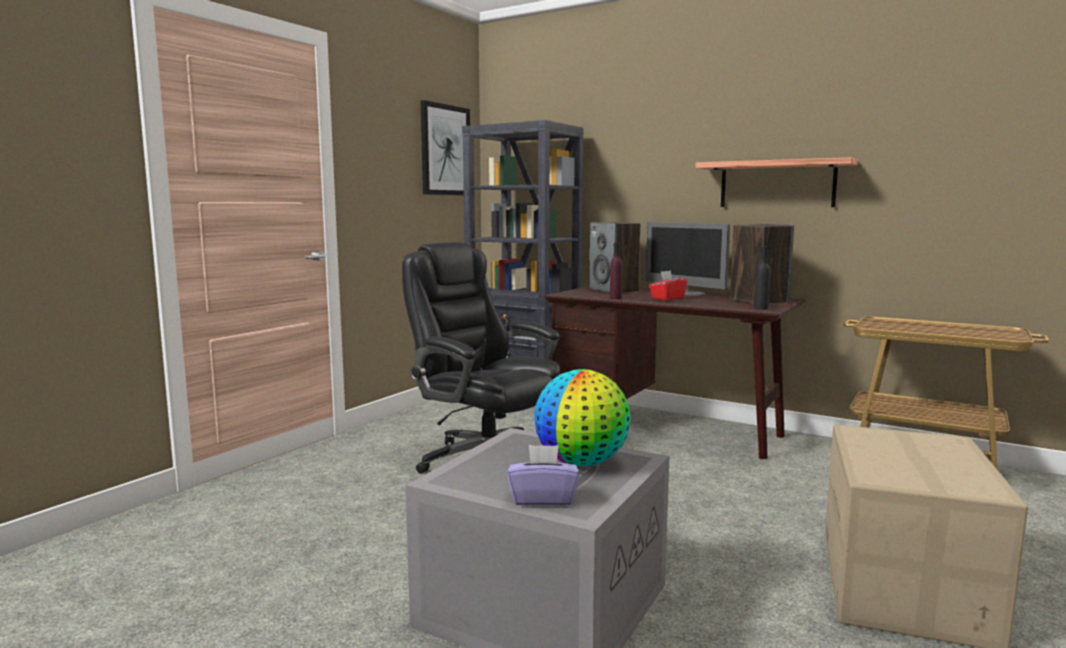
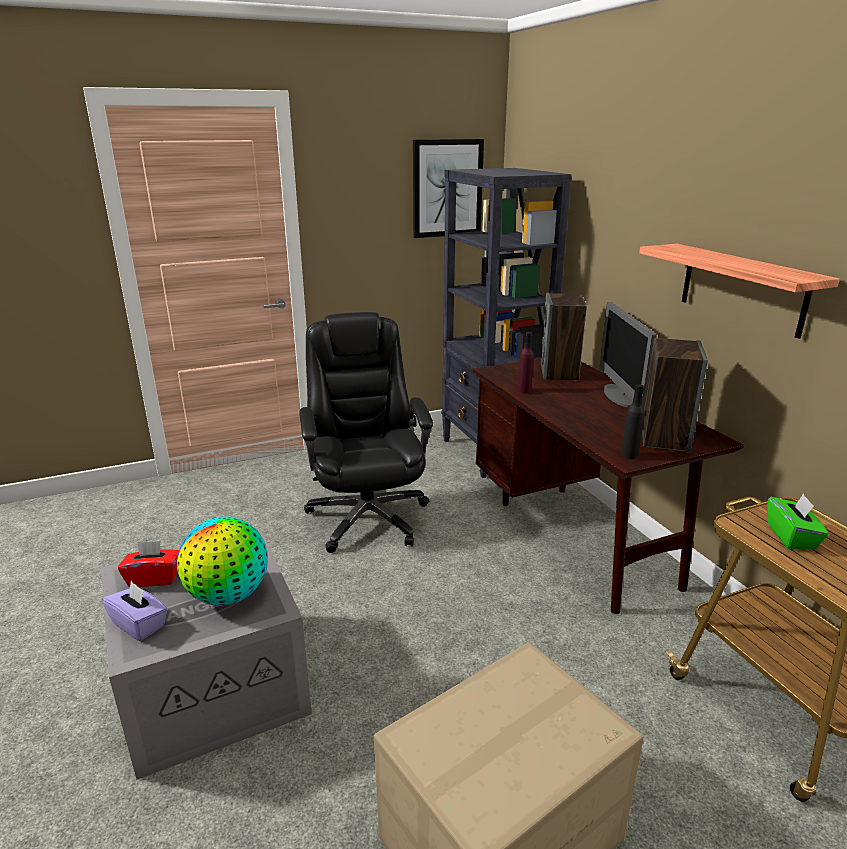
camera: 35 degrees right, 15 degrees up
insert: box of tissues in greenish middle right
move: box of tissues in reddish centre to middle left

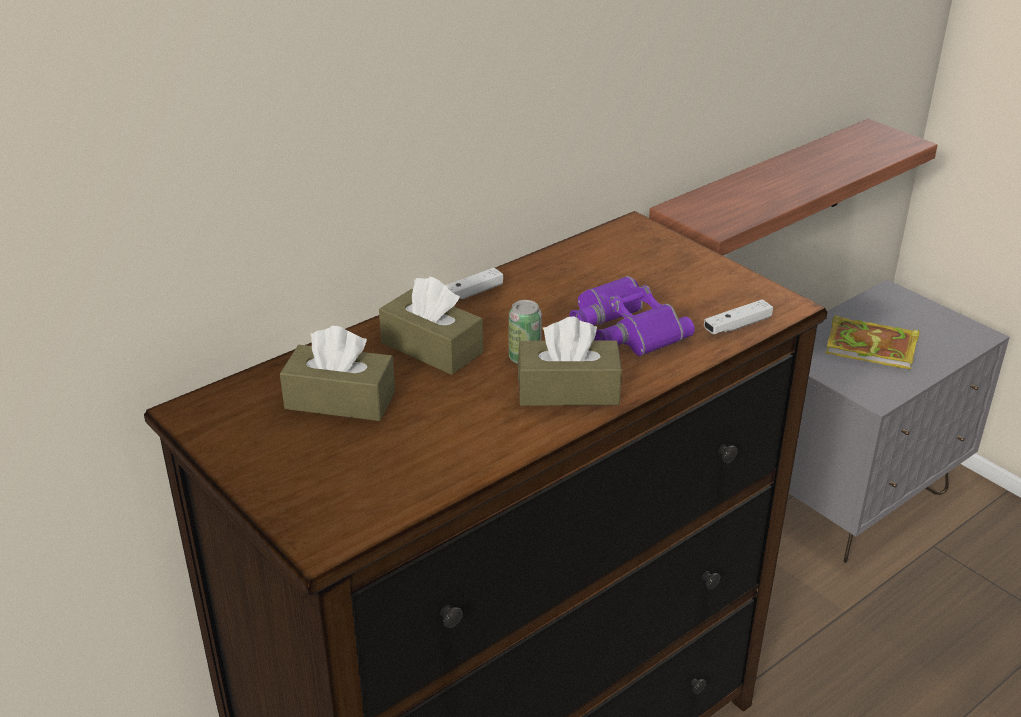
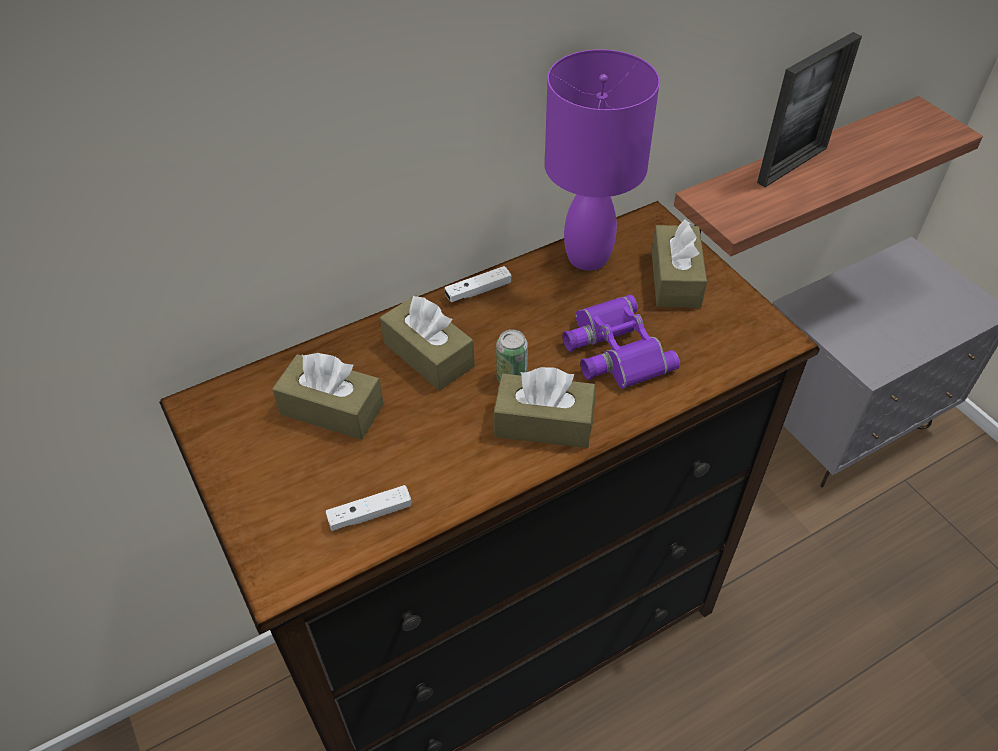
camera: 10 degrees right, 15 degrees up
delete: volume middle right
insert: picture frame top right; tabletop lamp in purple-coloured top centre; box of tissues in brown-coloured (4th from left) middle right
move: joypad in white-coloured (2nd from left in the first image) middle right to joypad in white-coloured (1st from left) bottom centre

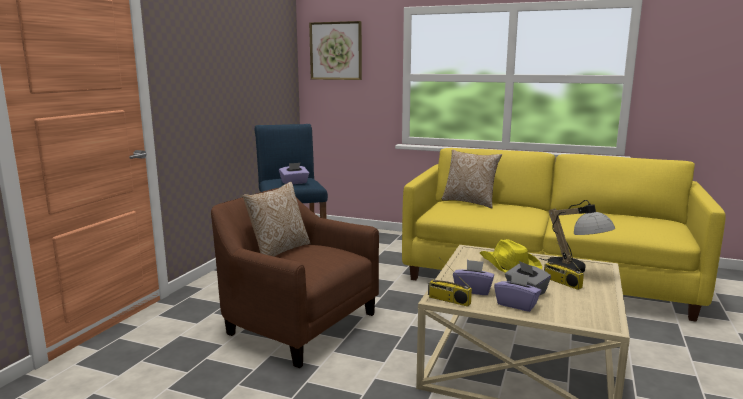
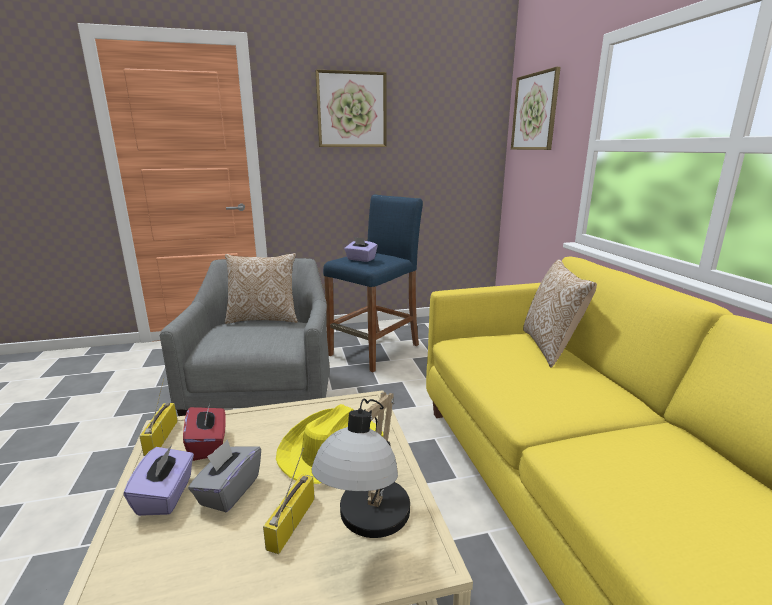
camera: 55 degrees right, 5 degrees up
insert: picture (1st from left) top centre
recolor: lounge chair in brown-coloured bottom centre to lounge chair in greyish middle left; box of tissues in purple-coloured (2nd from left) bottom centre to box of tissues in reddish bottom left

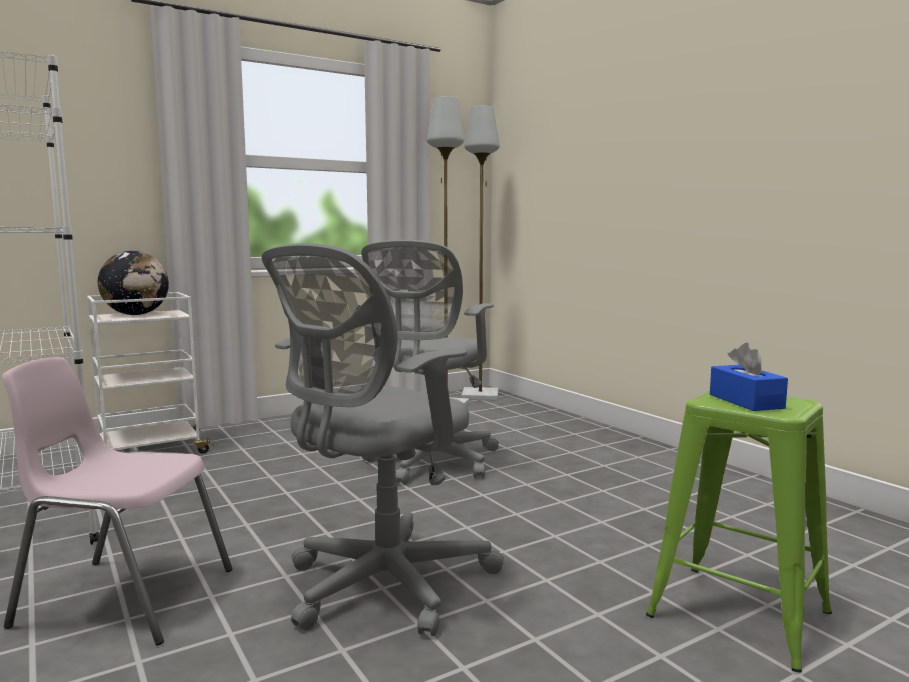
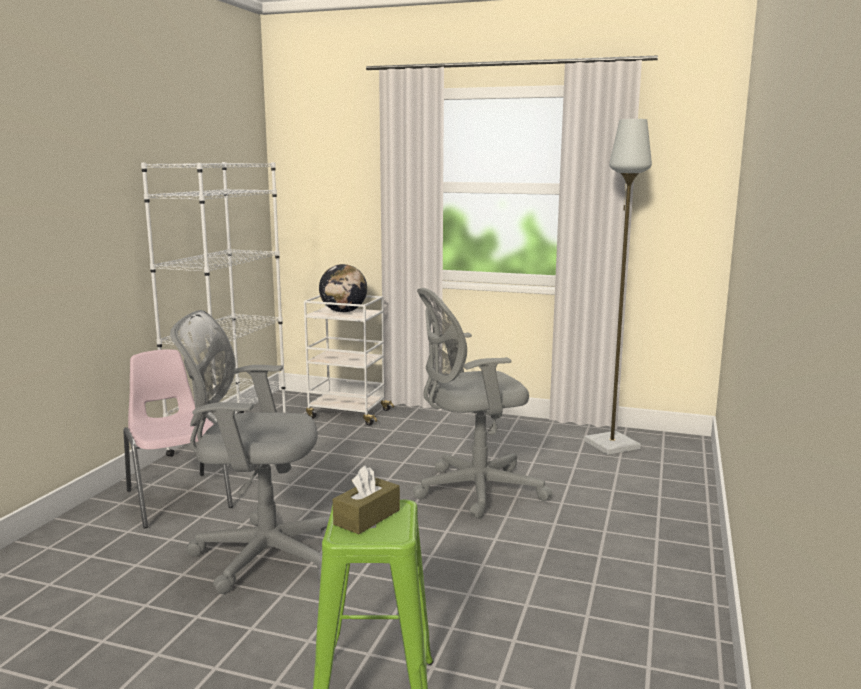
camera: 50 degrees right, 5 degrees up
delete: standing lamp in greyish (2nd from left) centre
recolor: box of tissues in bluish middle right to box of tissues in brown-coloured bottom centre

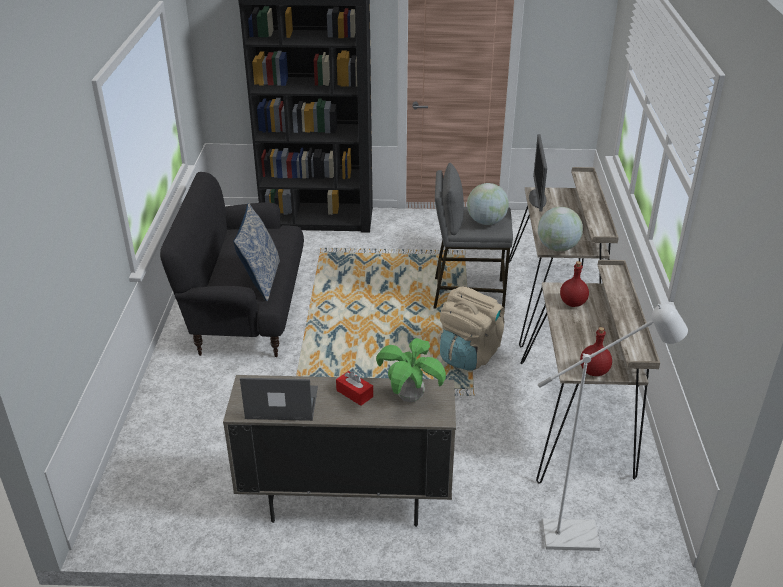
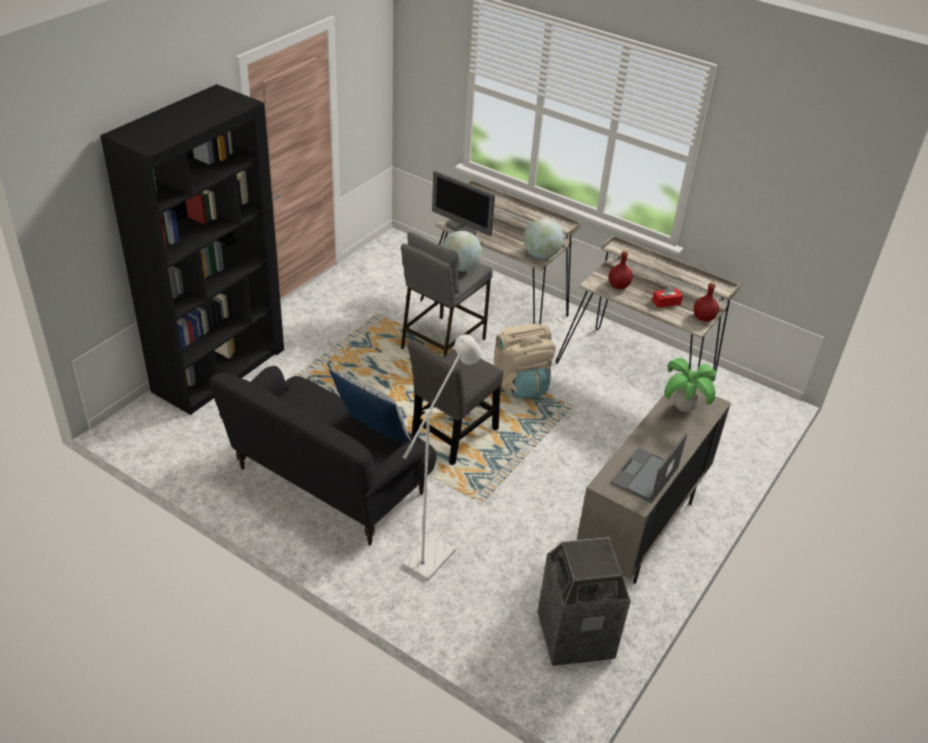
camera: 60 degrees left, 5 degrees up
insert: chair in greyish centre; trash can bottom centre
move: standing lamp in white-coloured bottom right to centre; box of tissues in reddish centre to middle right

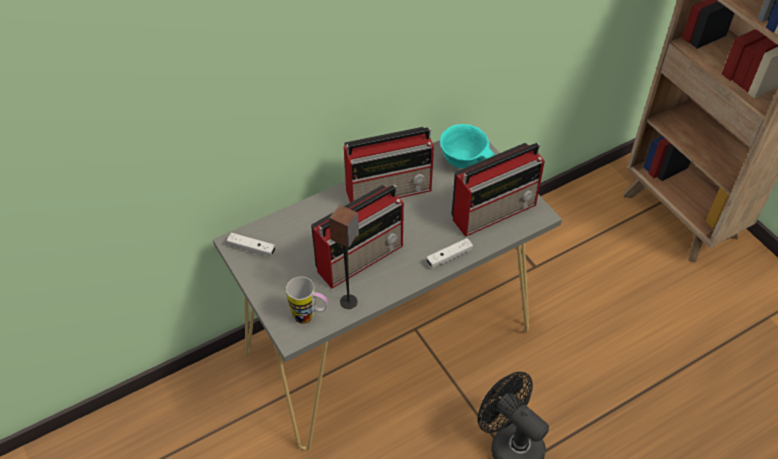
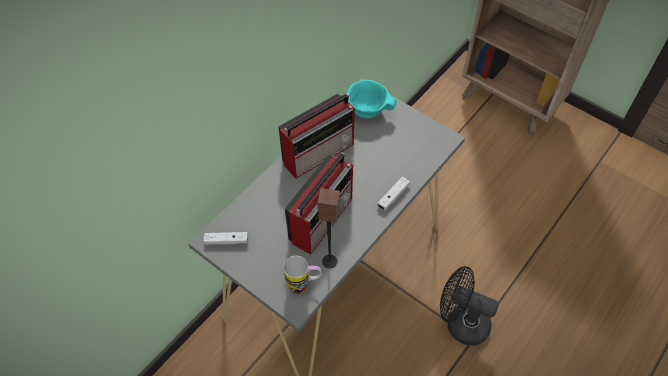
camera: 20 degrees left, 5 degrees up
delete: radio receiver (3rd from left) centre

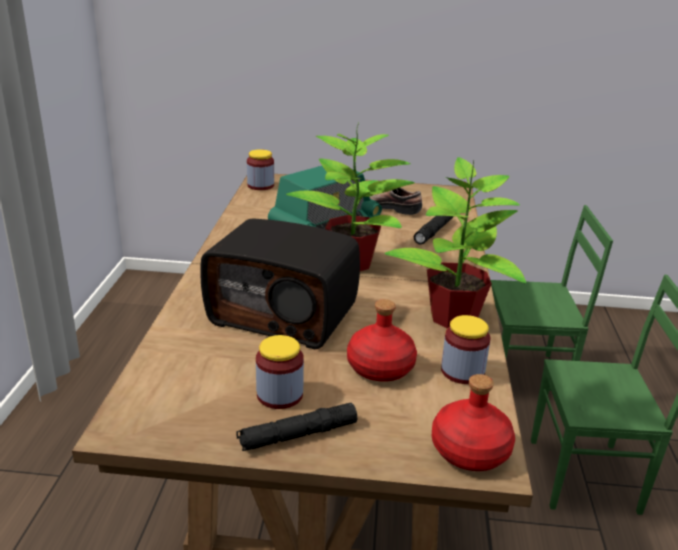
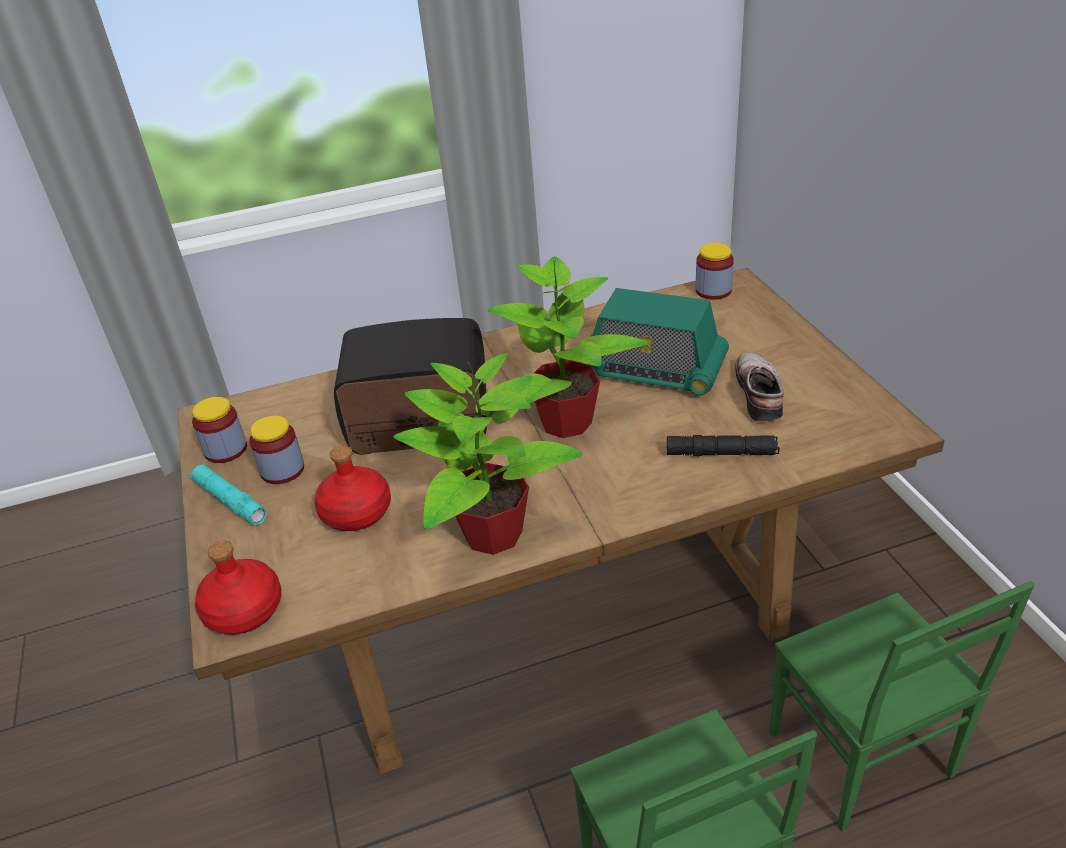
camera: 70 degrees right, 10 degrees up
move: jar (3rd from left in the first image) middle right to jar (1st from left) middle left
recolor: hand torch in black-coloured (1st from left) bottom centre to hand torch in blue-green middle left
rotate: radio receiver (1st from left) centre = centre 90 degrees clockwise

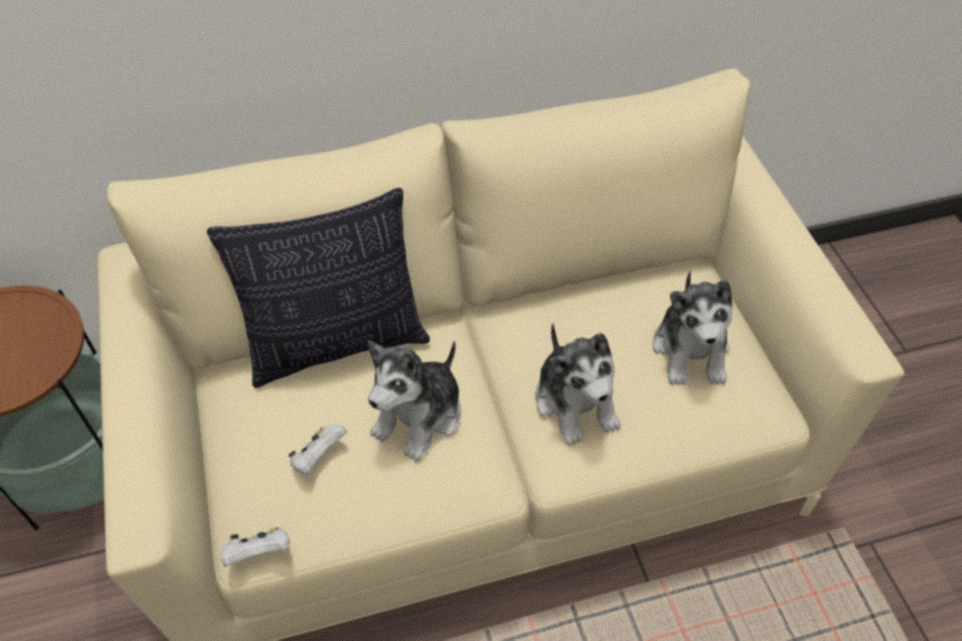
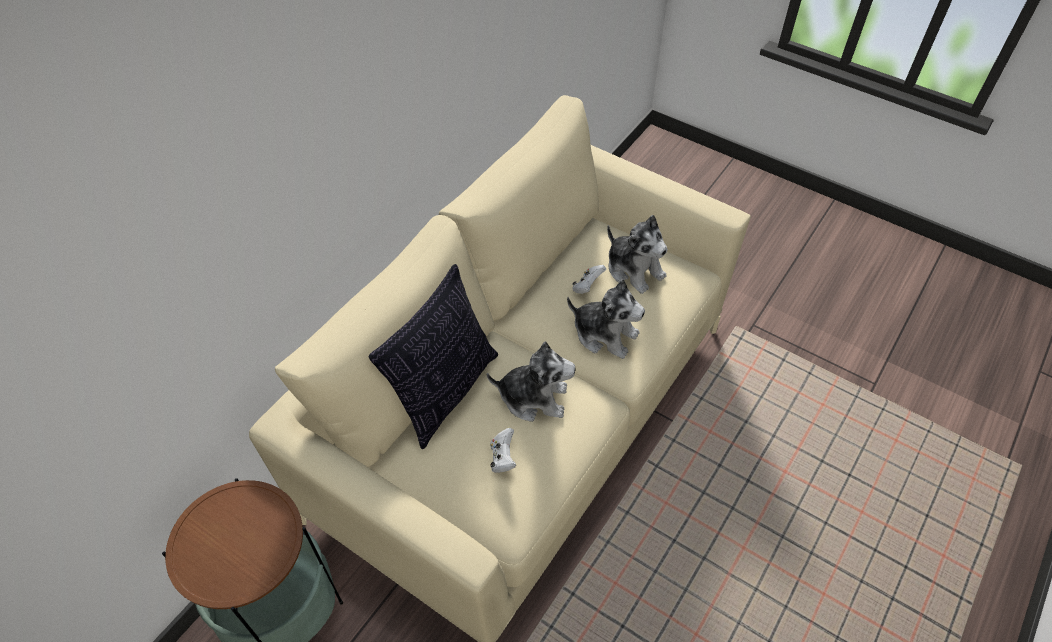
camera: 40 degrees left, 0 degrees up
move: joypad in white-coloured (1st from left in the first image) bottom left to joypad in white-coloured (2nd from left) centre
rotate: cuddly toy (1st from left) centre = centre 75 degrees counterclockwise

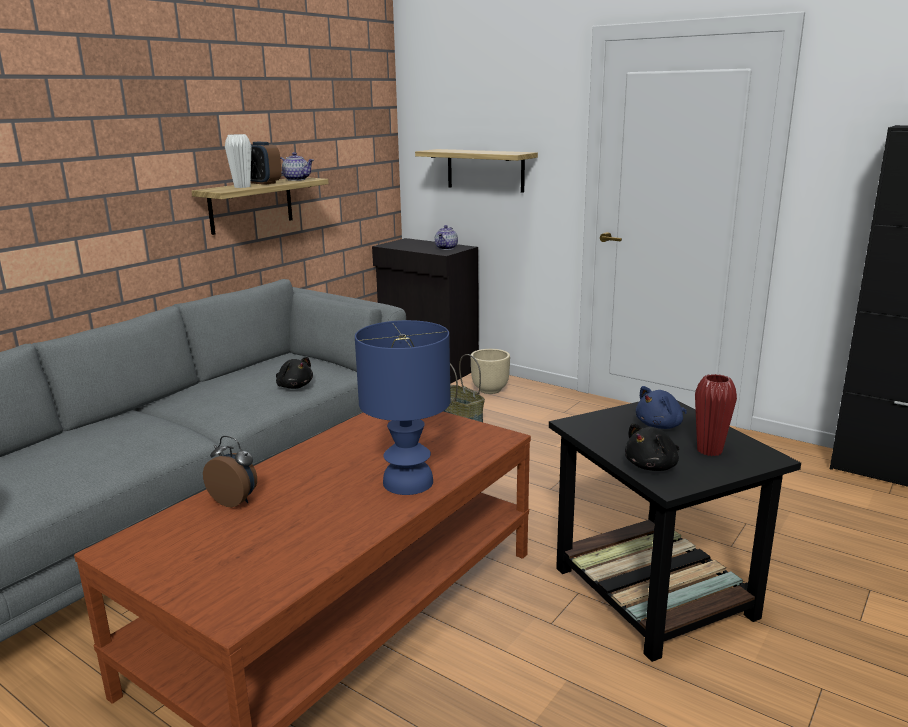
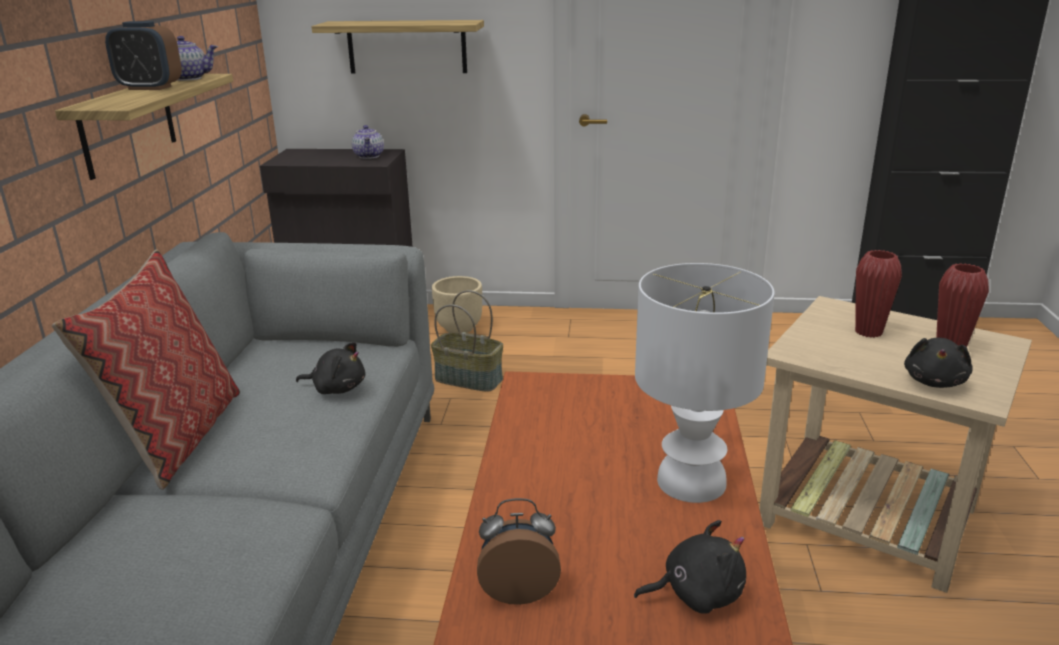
camera: 30 degrees left, 5 degrees up
delete: vase in white-coloured top left
insert: throw pillow middle left; cuddly toy in black-coloured (2nd from left) bottom centre
replace: cuddly toy in bluish middle right to vase in reddish (1st from left) middle right
recolor: tabletop lamp in bluish centre to tabletop lamp in white-coloured centre; accent table in black-coloured bottom right to accent table in sand-coloured bottom right

